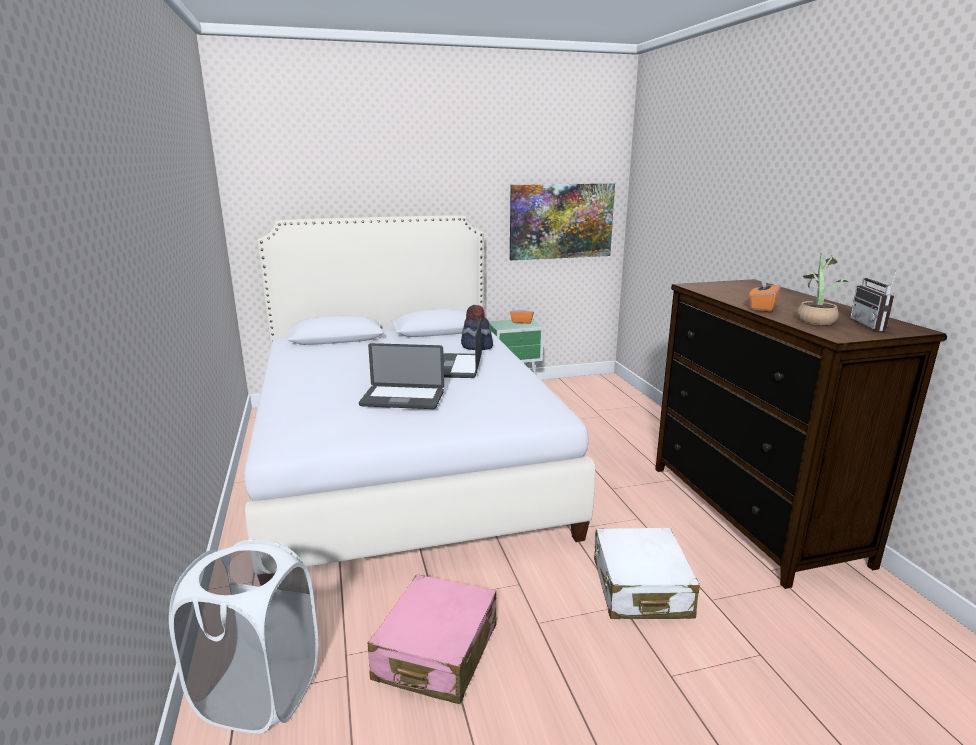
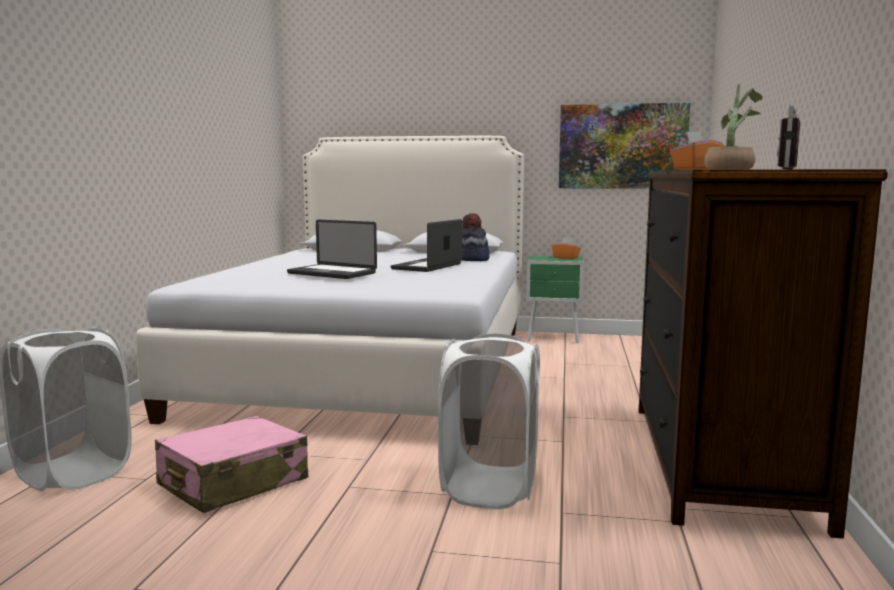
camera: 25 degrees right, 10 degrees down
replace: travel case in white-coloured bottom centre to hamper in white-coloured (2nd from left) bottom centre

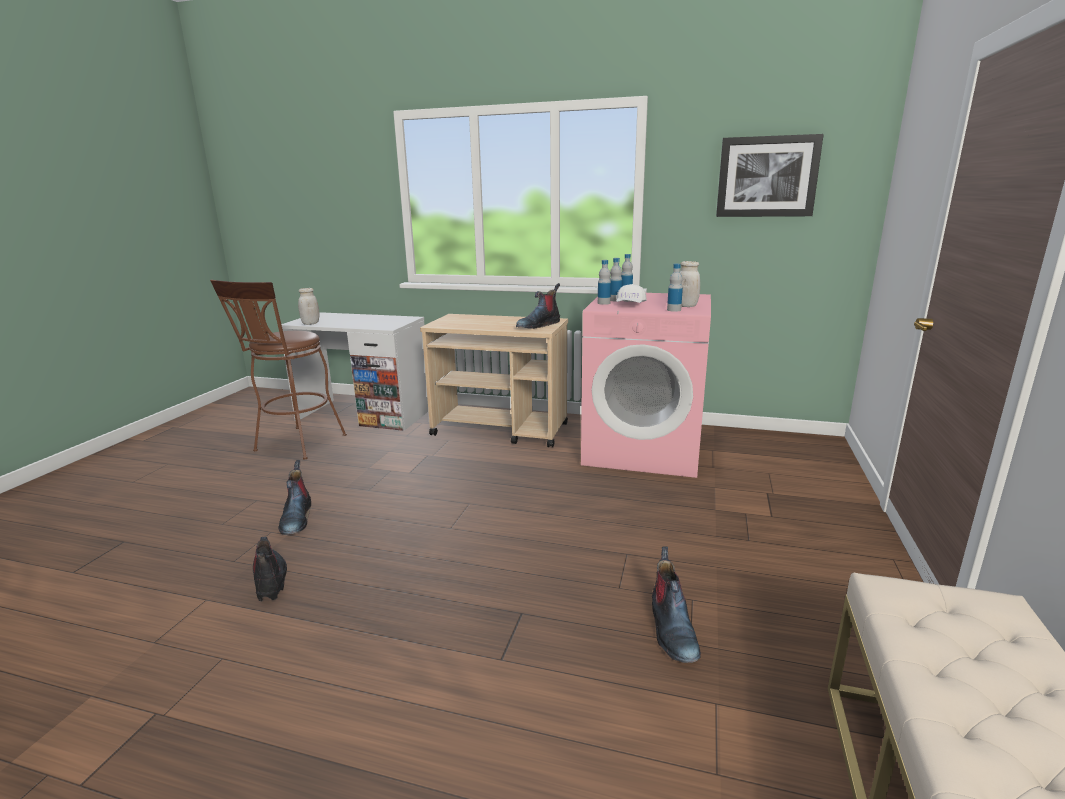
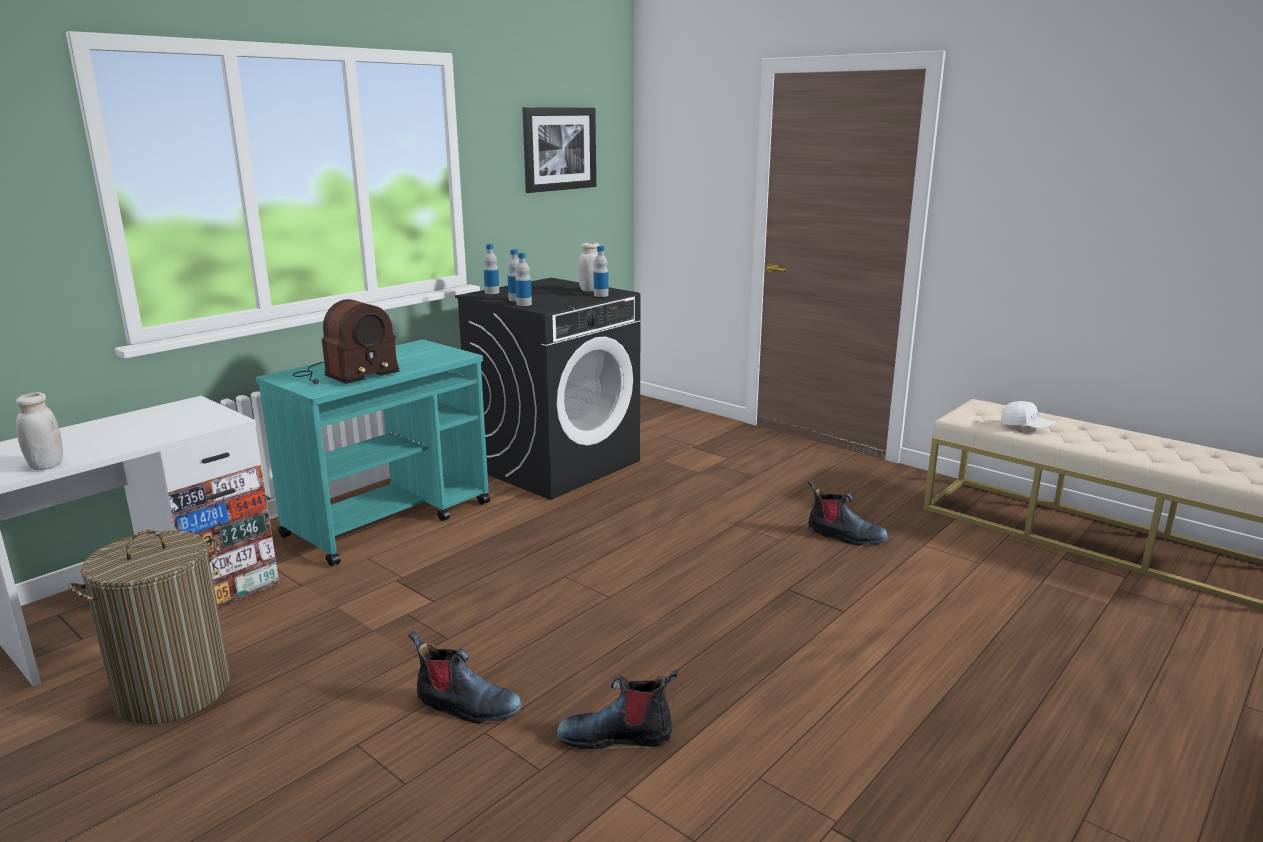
camera: 65 degrees left, 0 degrees up
delete: tall boot (3rd from left) centre
insert: radio receiver middle left
move: peaked cap in white-coloured centre to middle right
replace: stool in brown-coloured middle left to hamper bottom left
recolor: laundry appliance in pink-coloured centre to laundry appliance in black-coloured centre; trolley in sand-coloured centre to trolley in blue-green middle left

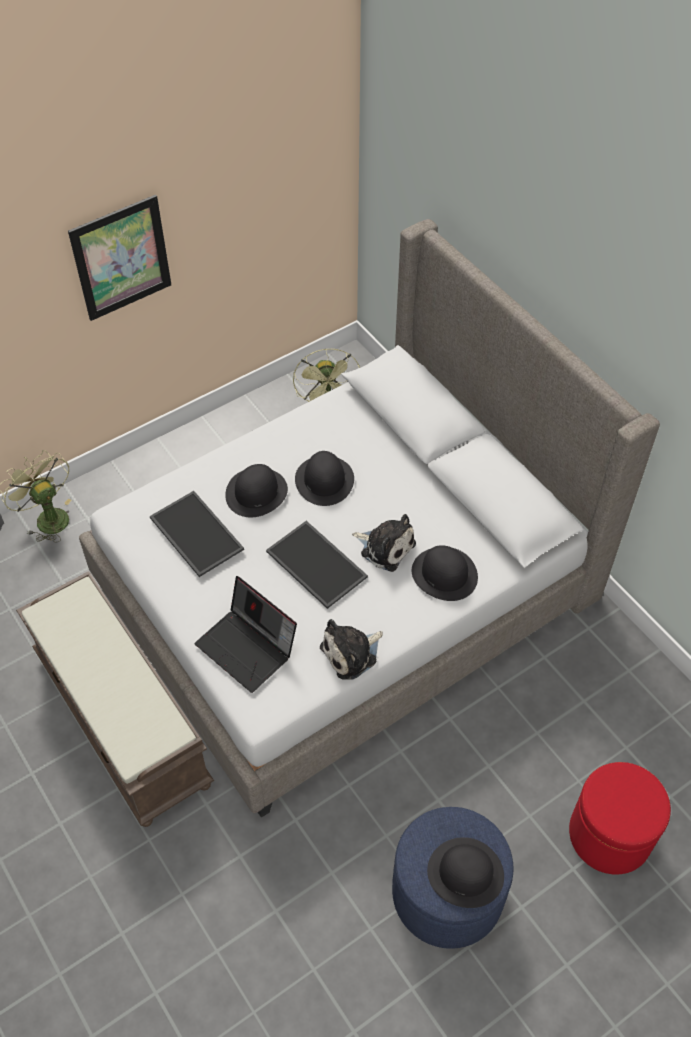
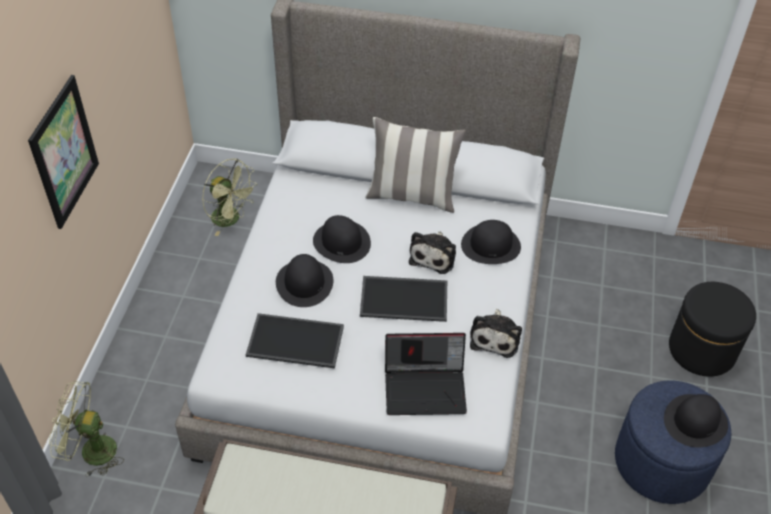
camera: 45 degrees left, 5 degrees down
insert: throw pillow top centre
recolor: pouffe in reddish bottom right to pouffe in black-coloured middle right
rotate: cuddly toy (2nd from left in the first image) centre = centre 120 degrees clockwise

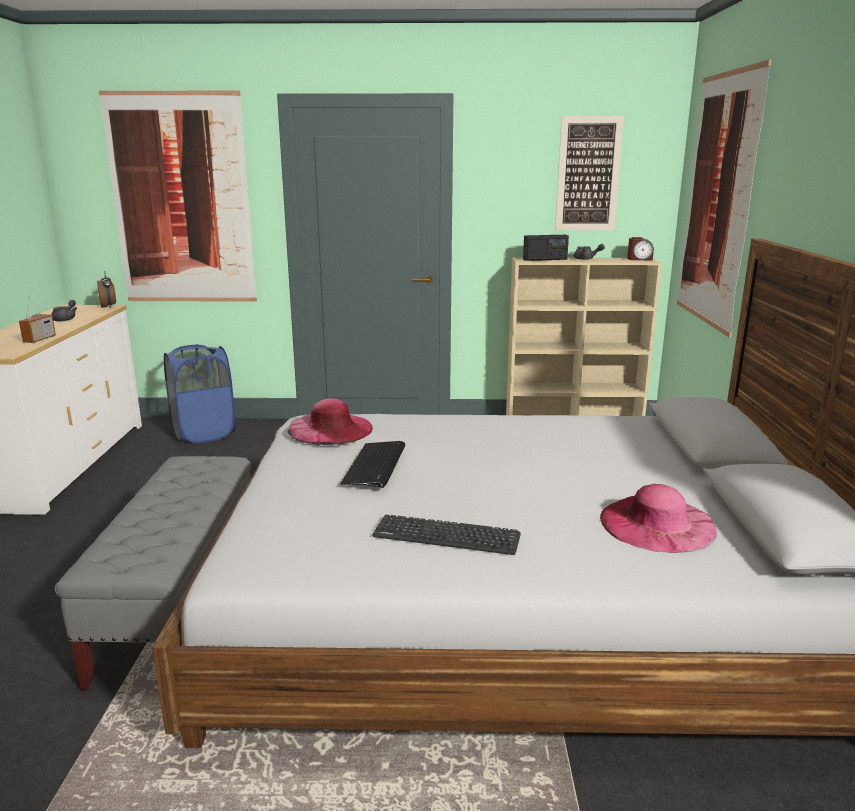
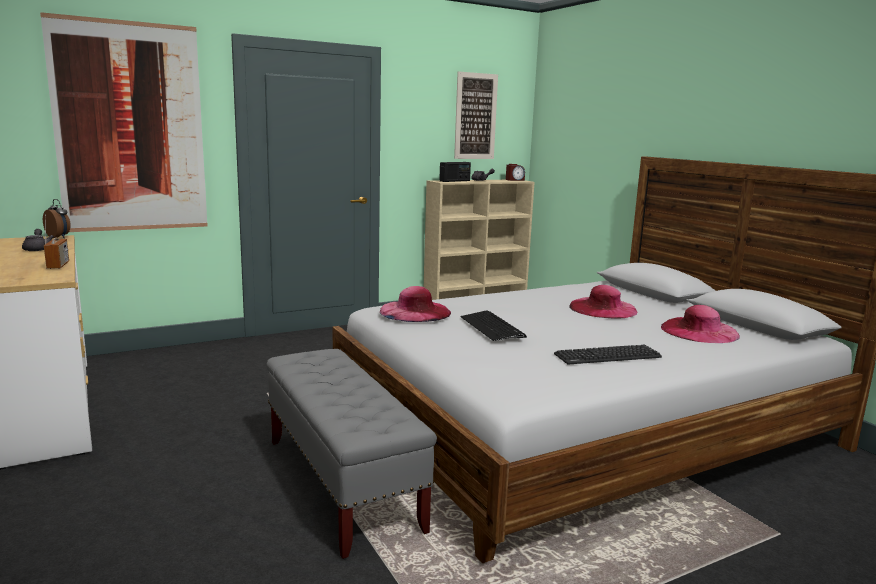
camera: 30 degrees left, 5 degrees down
delete: picture (3rd from left) top right; hamper in bluish middle left
insert: hat in pink-coloured (2nd from left) middle right

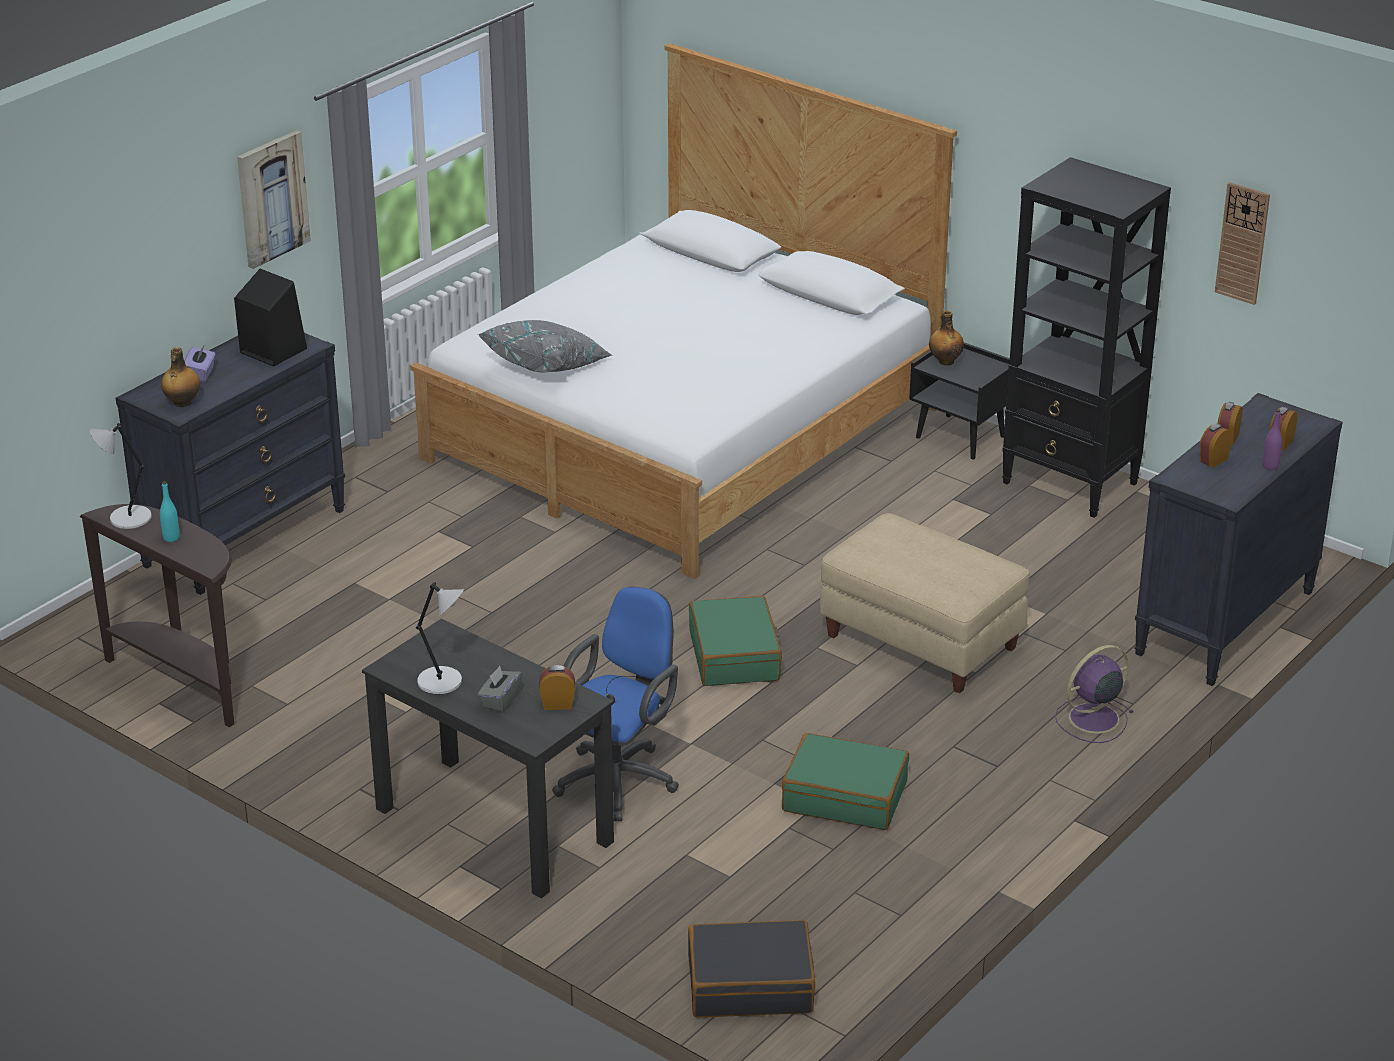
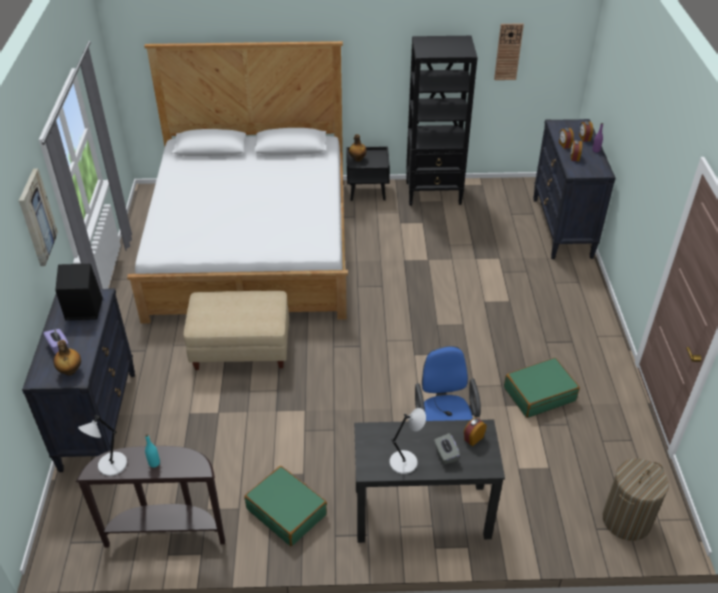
camera: 40 degrees left, 10 degrees up
delete: throw pillow in greyish top centre; electric fan in purple-coloured middle right
move: pouffe in sand-coloured centre to middle left; travel case in greenish (1st from left) centre to bottom centre
replace: travel case in black-coloured bottom centre to hamper bottom right

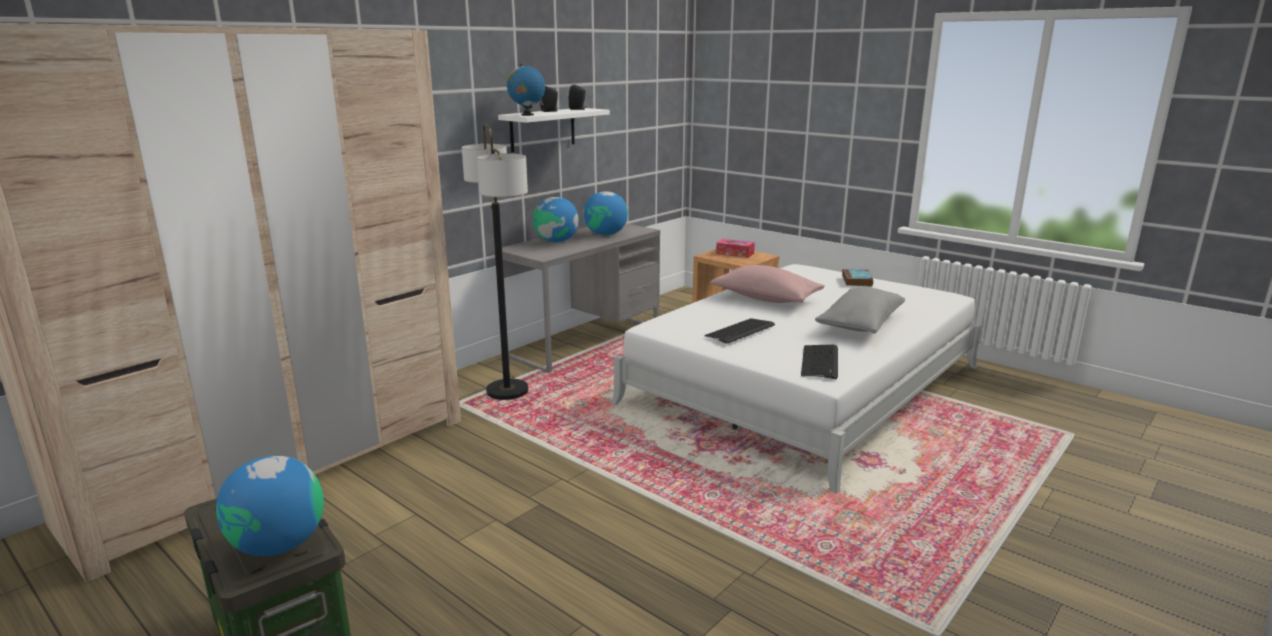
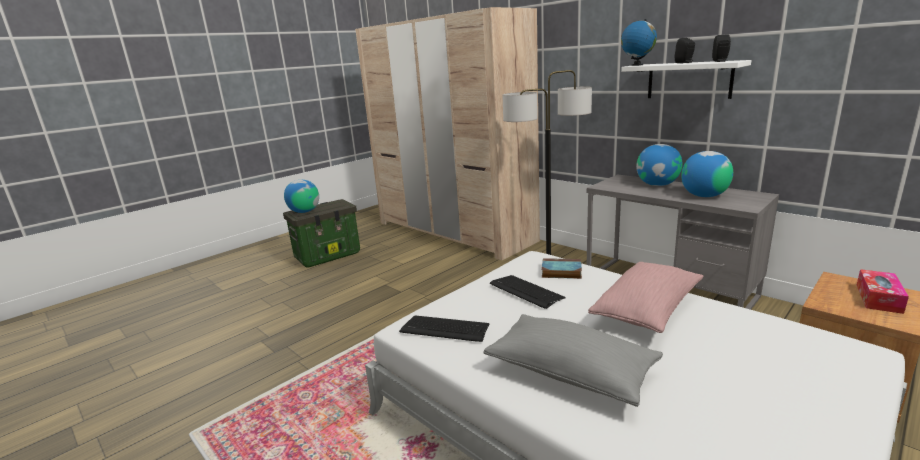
camera: 95 degrees right, 0 degrees up
move: volume middle right to centre

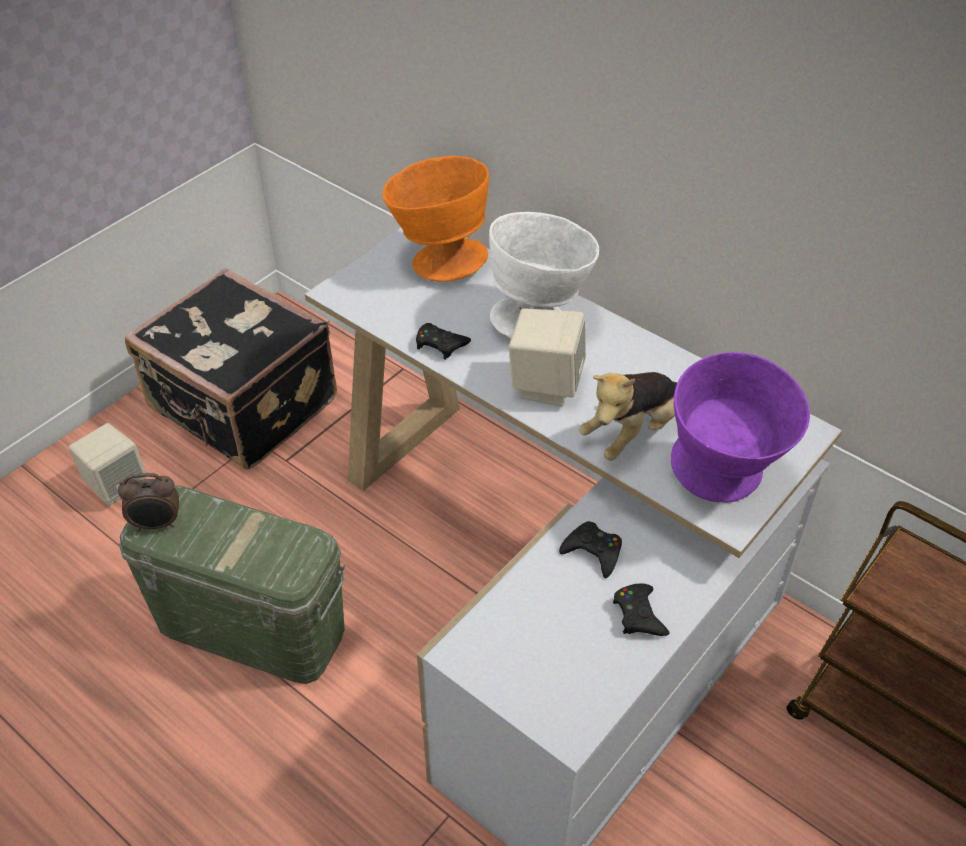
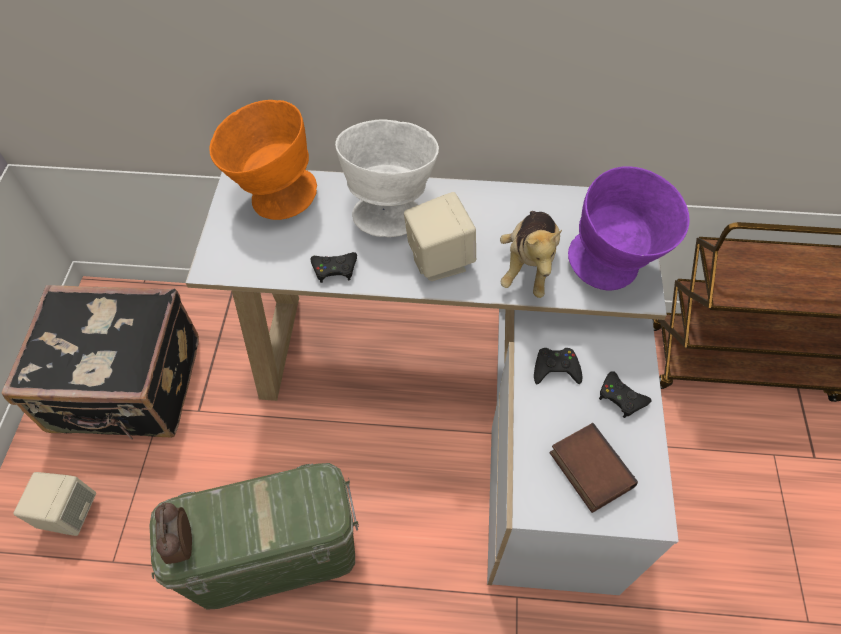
camera: 35 degrees left, 10 degrees up
insert: volume bottom right
rotate: bedside clock middle left = bottom left 120 degrees clockwise

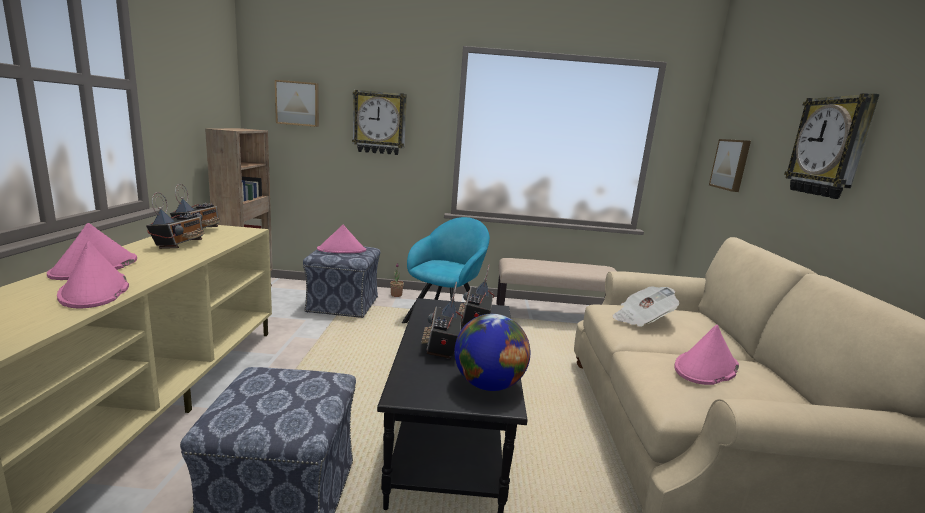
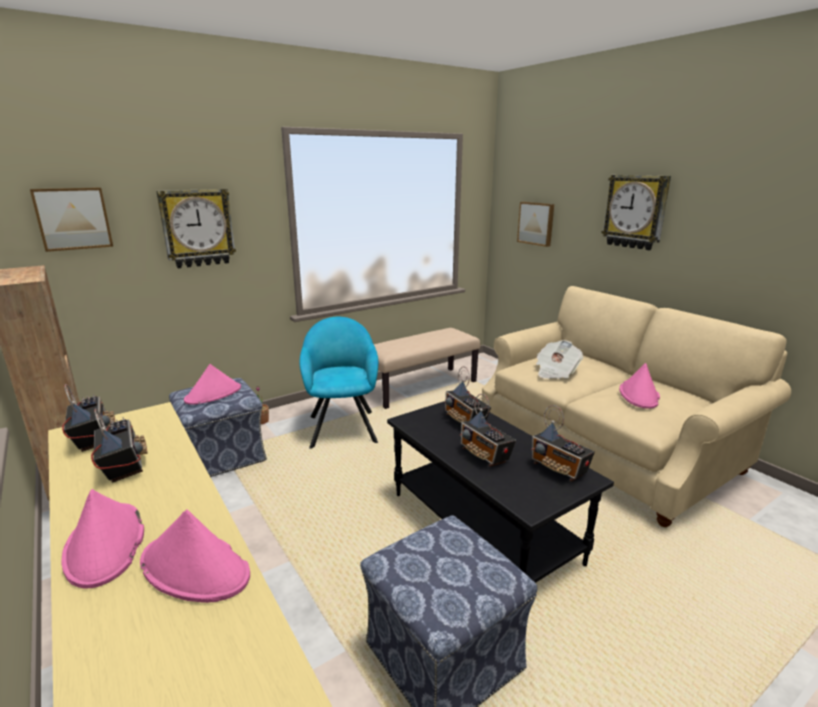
camera: 35 degrees left, 5 degrees up
replace: globe bottom centre to radio receiver (5th from left) middle right

